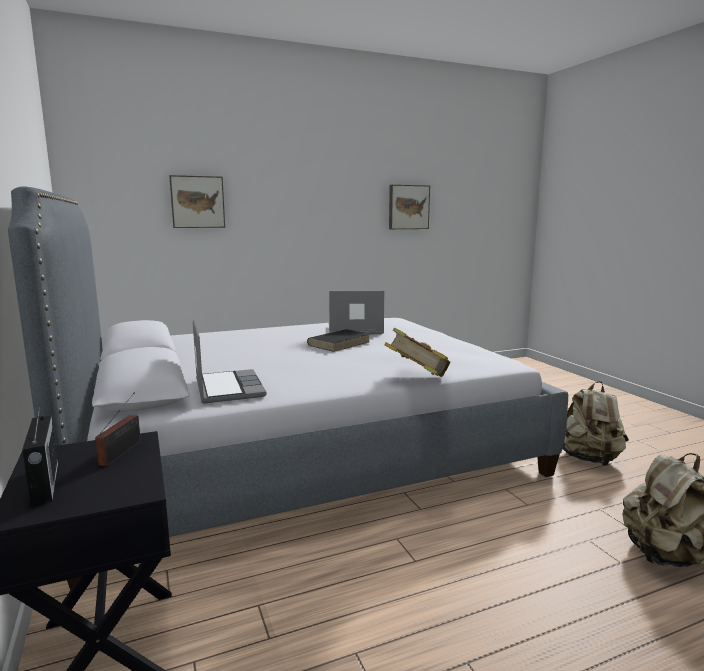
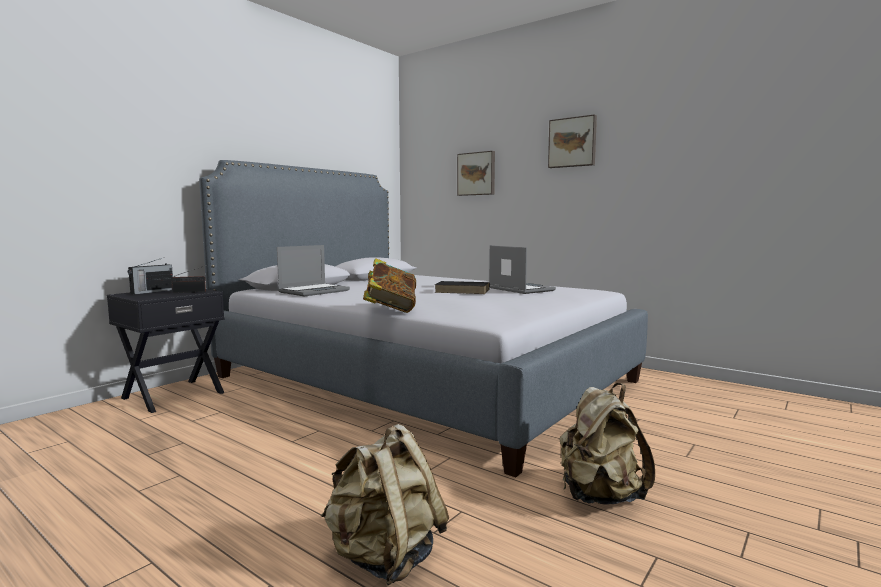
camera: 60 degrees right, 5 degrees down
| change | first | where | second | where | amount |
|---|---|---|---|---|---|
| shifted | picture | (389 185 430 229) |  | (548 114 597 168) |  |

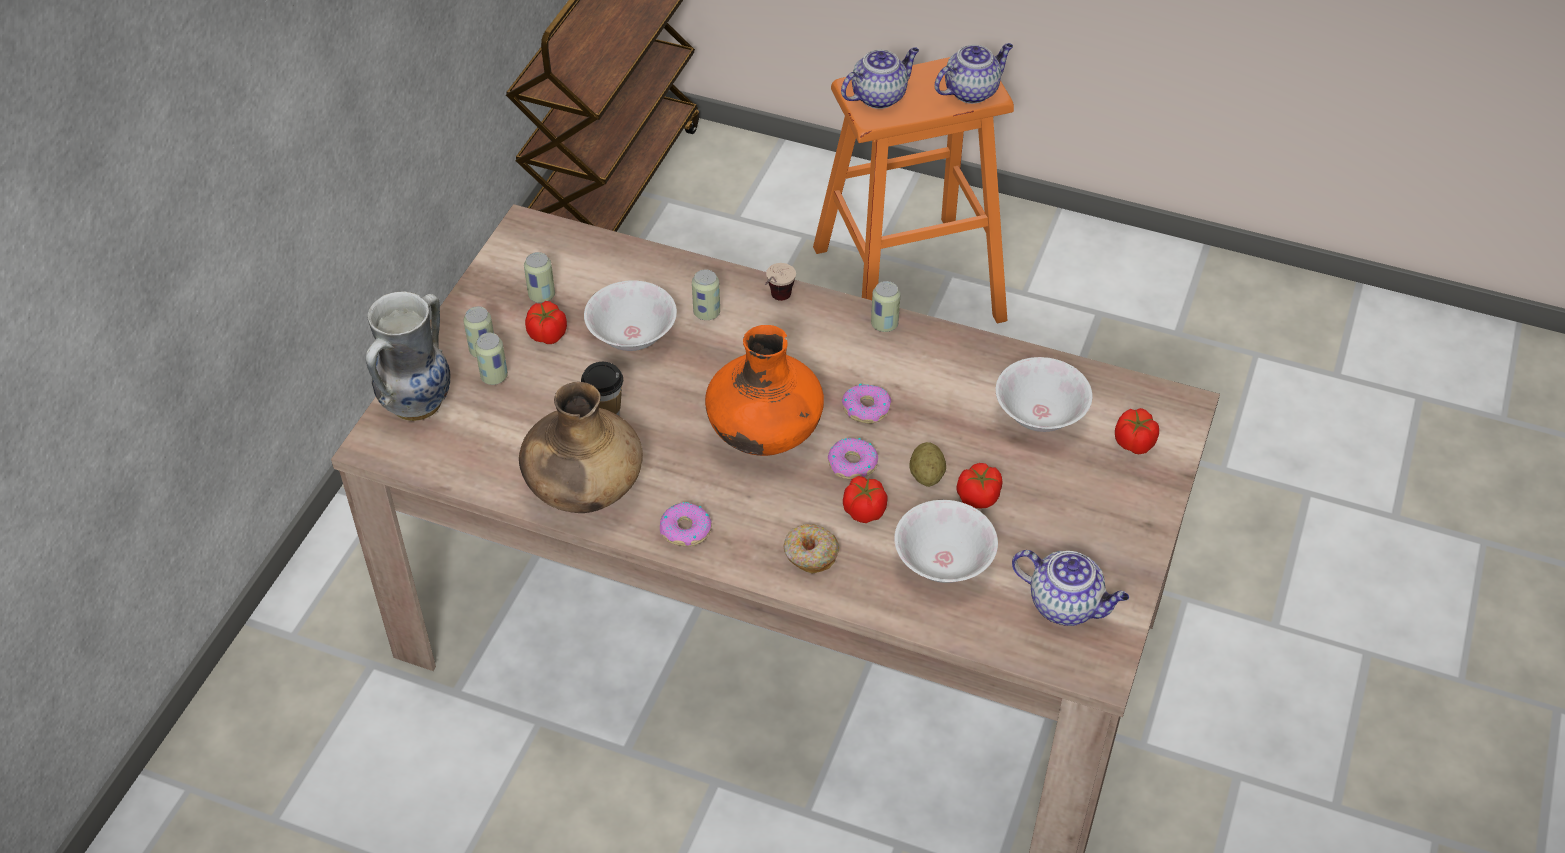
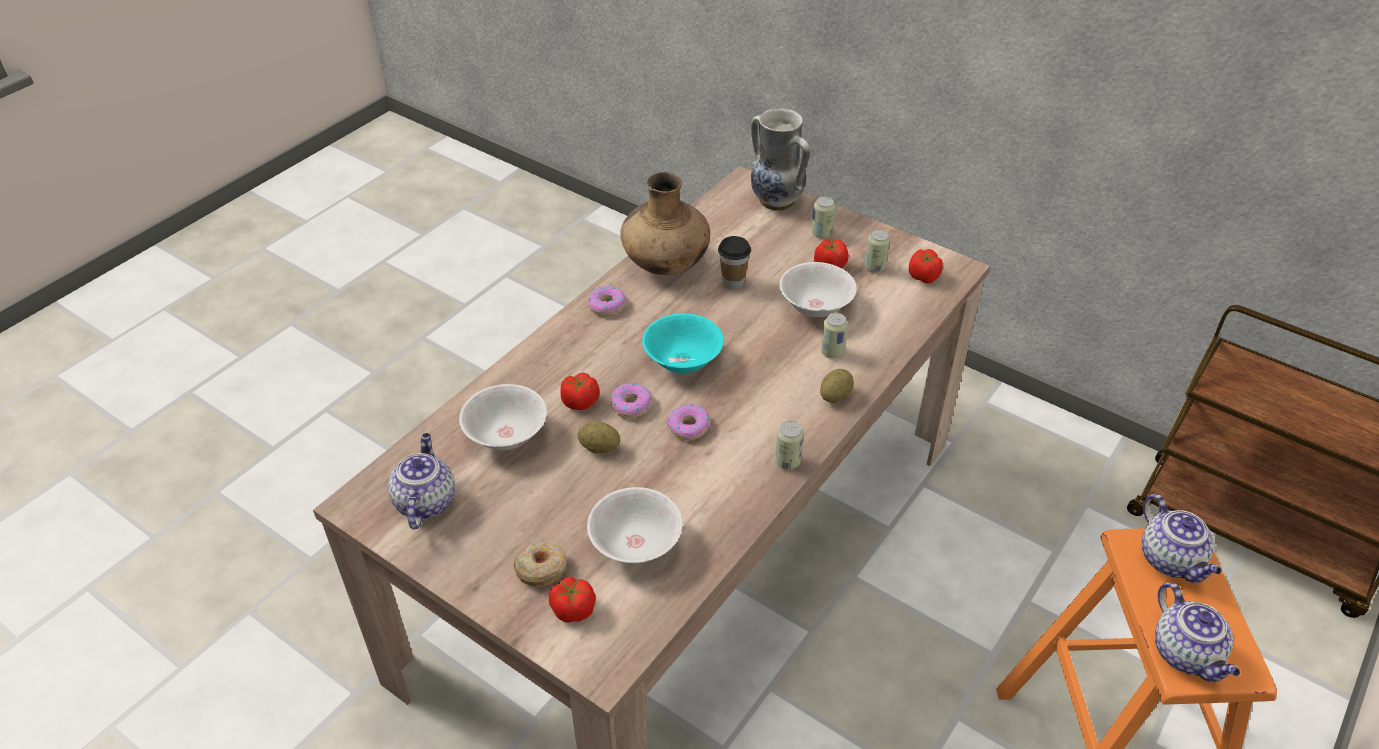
camera: 105 degrees right, 5 degrees down
| change | first | where | second | where | amount |
|---|---|---|---|---|---|
| gone | can | (475 333 508 385) |  |  |  |
| swapped | vase/orange | (705 325 824 456) | bowl/turquoise | (642 313 724 373) |  |
| swapped | cup | (765 263 796 301) | potato | (820 369 854 403) |  |
| shifted | donut | (784 524 839 574) |  | (514 542 567 587) |  |
| shifted | tomato | (957 463 1002 508) |  | (909 249 943 283) |  |
| rotated | teapot | (1012 550 1129 626) |  | (388 433 455 530) | 135 degrees clockwise |

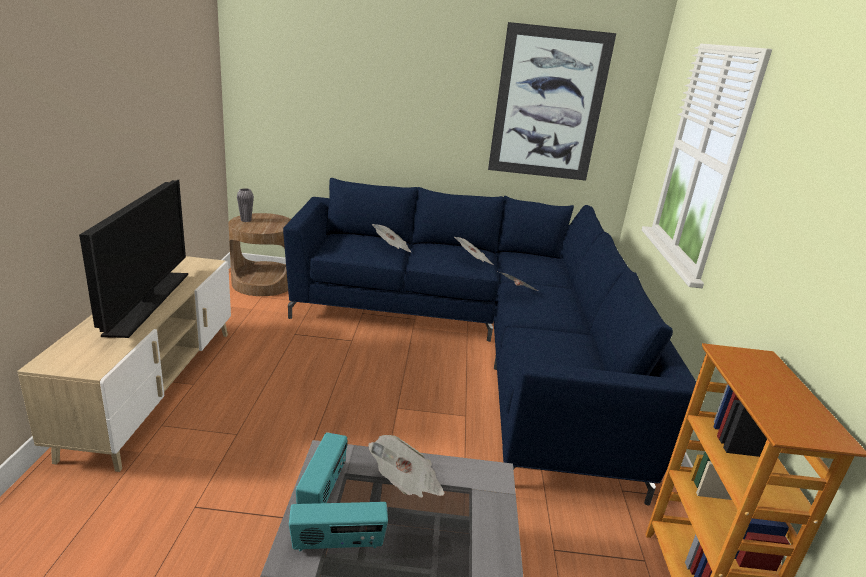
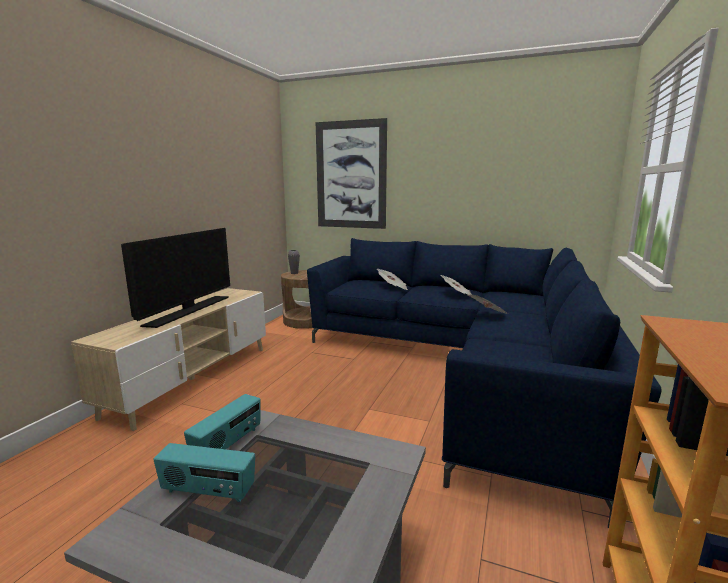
camera: 20 degrees right, 10 degrees down
| change | first | where | second | where | amount |
|---|---|---|---|---|---|
| gone | newspaper | (369 435 444 498) |  |  |  |
| shifted | picture | (488 22 616 181) |  | (316 118 387 229) |  |

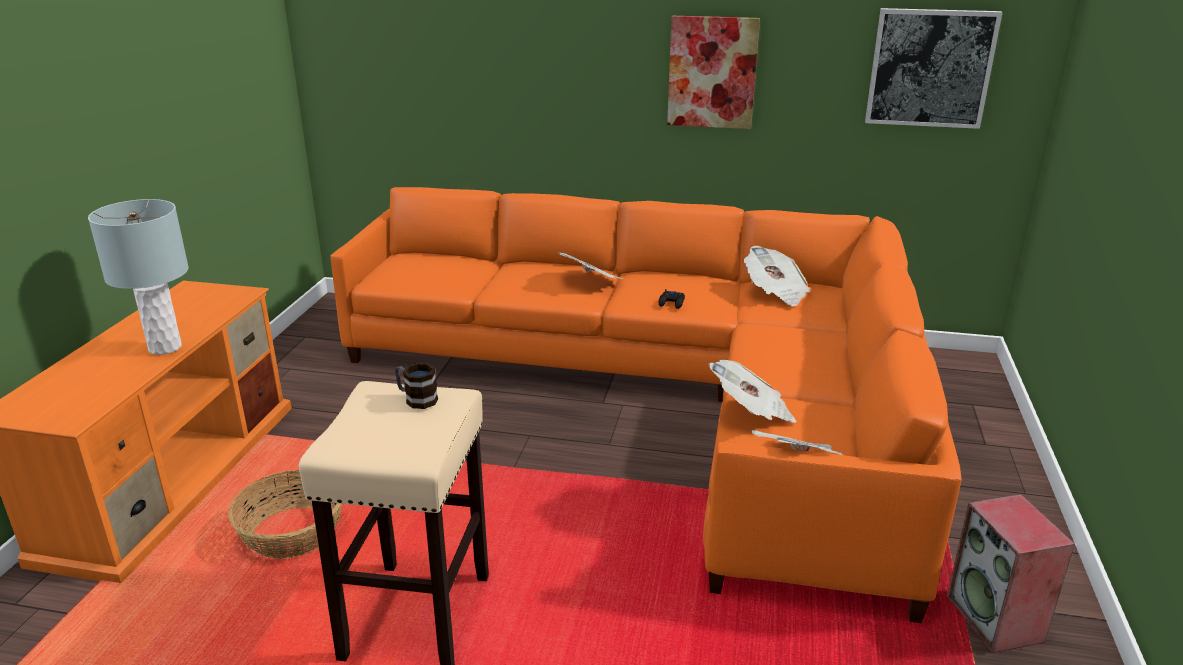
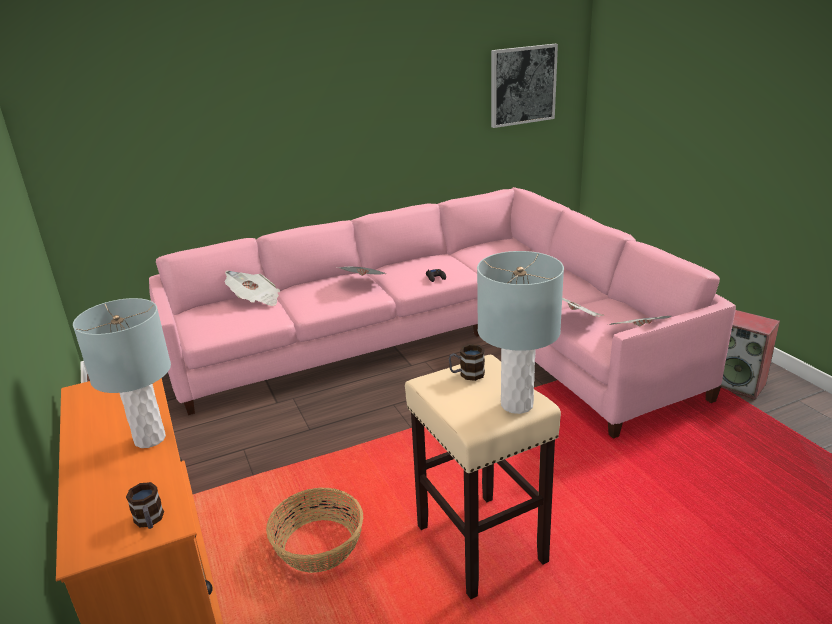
camera: 35 degrees left, 0 degrees up
| change | first | where | second | where | amount |
|---|---|---|---|---|---|
| repainted | sofa/orange | (330 187 962 623) | sofa/pink | (149 187 736 439) |  |
| gone | picture | (667 16 760 129) |  |  |  |
| shifted | newspaper | (744 246 811 307) |  | (225 271 280 306) |  |
| new |  |  | mug | (126 482 164 529) |  |
| new |  |  | table lamp/grey | (477 251 564 414) |  |

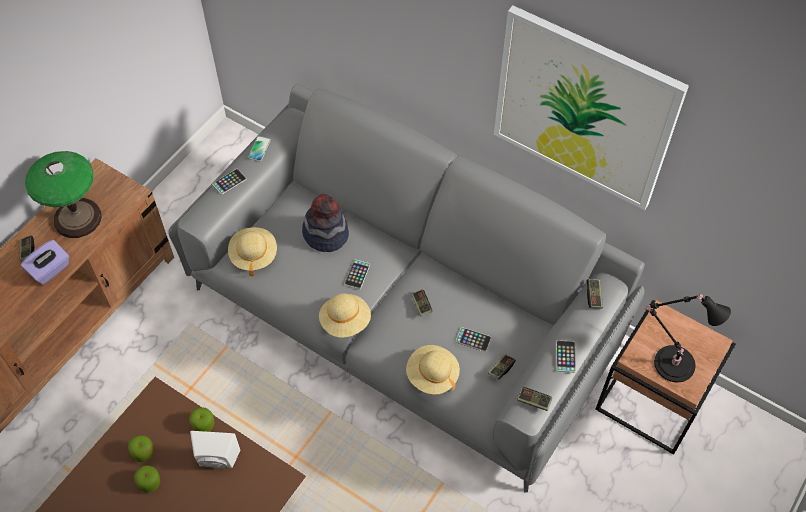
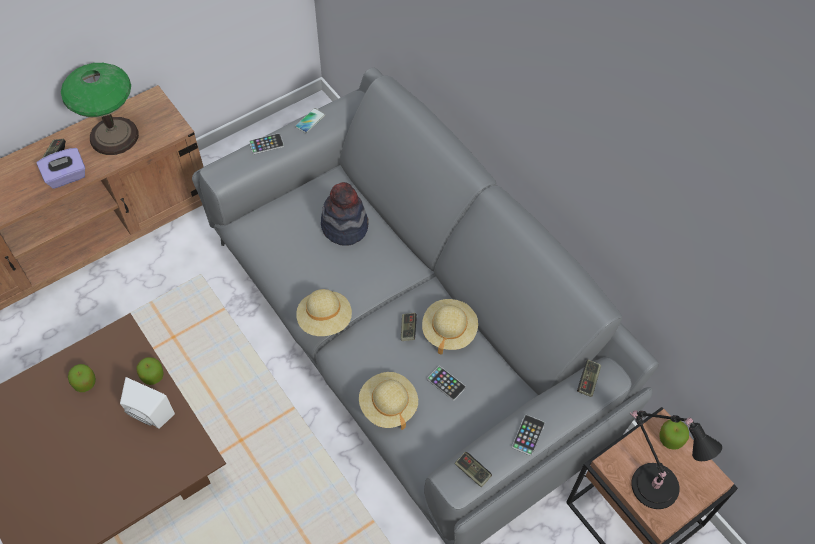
camera: 20 degrees right, 0 degrees up
| change | first | where | second | where | amount |
|---|---|---|---|---|---|
| shifted | apple | (134 465 160 493) |  | (659 419 689 450) |  |
| shifted | hat/beige | (228 227 277 276) |  | (422 299 478 355) |  |
| gone | phone | (344 259 370 289) |  |  |  |
| gone | game controller | (488 354 516 380) |  |  |  |
| gone | picture | (494 6 689 210) |  |  |  |

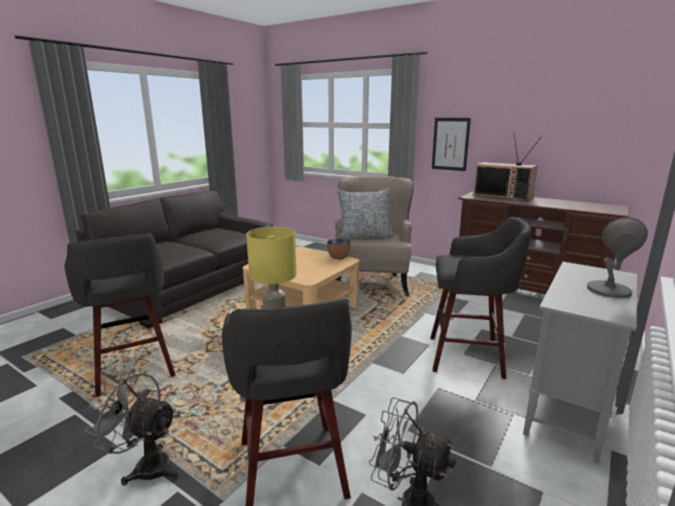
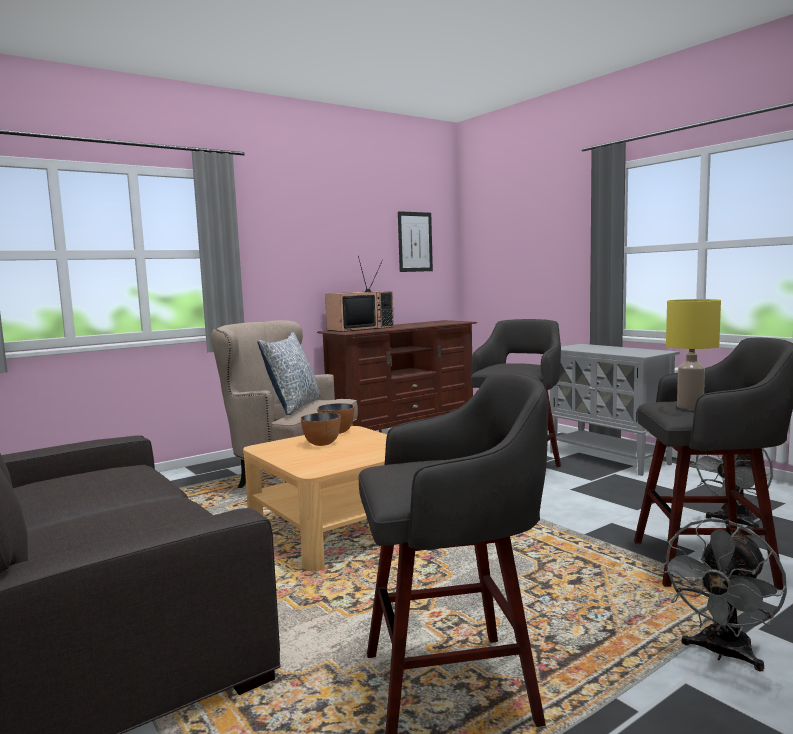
camera: 70 degrees left, 10 degrees down
| change | first | where | second | where | amount |
|---|---|---|---|---|---|
| shifted | picture | (432 118 471 171) |  | (398 211 433 272) |  |
| gone | table lamp/grey | (587 217 648 298) |  |  |  |
| new |  |  | bowl | (301 413 341 446) |  |

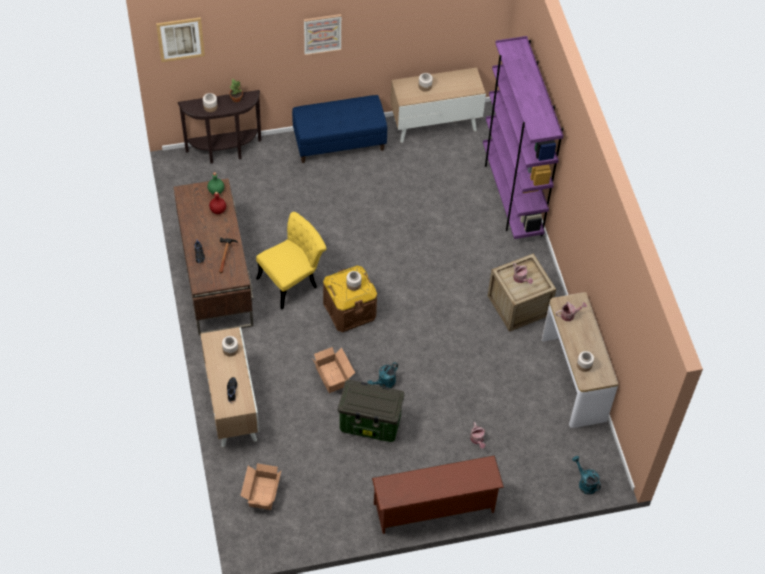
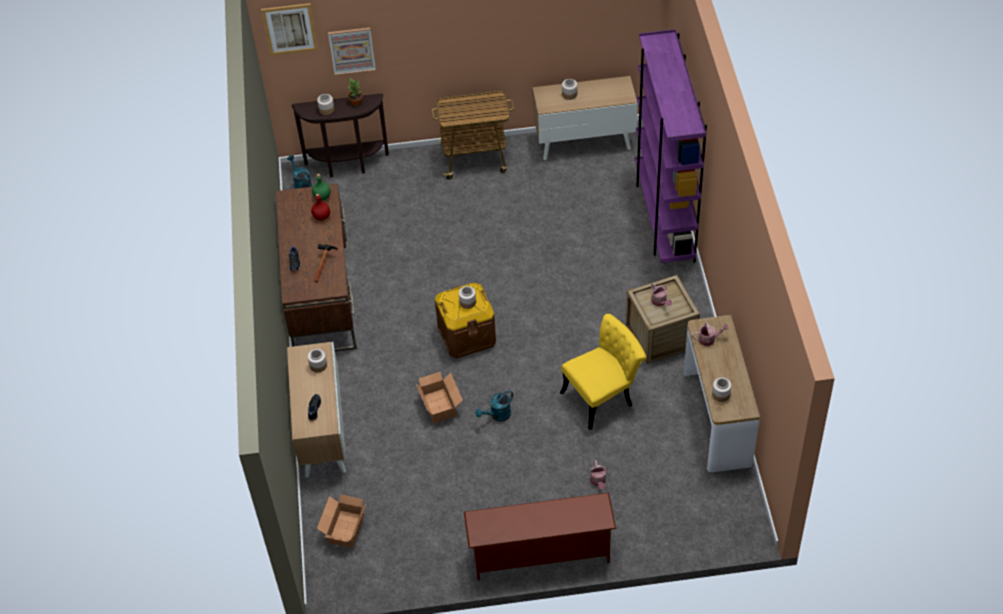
camera: 10 degrees right, 5 degrees down
| change | first | where | second | where | amount |
|---|---|---|---|---|---|
| shifted | chair/yellow | (256 212 327 309) |  | (560 314 646 430) |  |
| swapped | bench/blue | (292 95 387 163) | cart | (432 91 514 179) |  |
| shifted | picture | (304 14 342 56) |  | (328 27 376 75) |  |
| gone | storage box | (338 380 405 442) |  |  |  |
| shifted | watering can/turquoise | (572 456 601 495) |  | (287 155 312 189) |  |

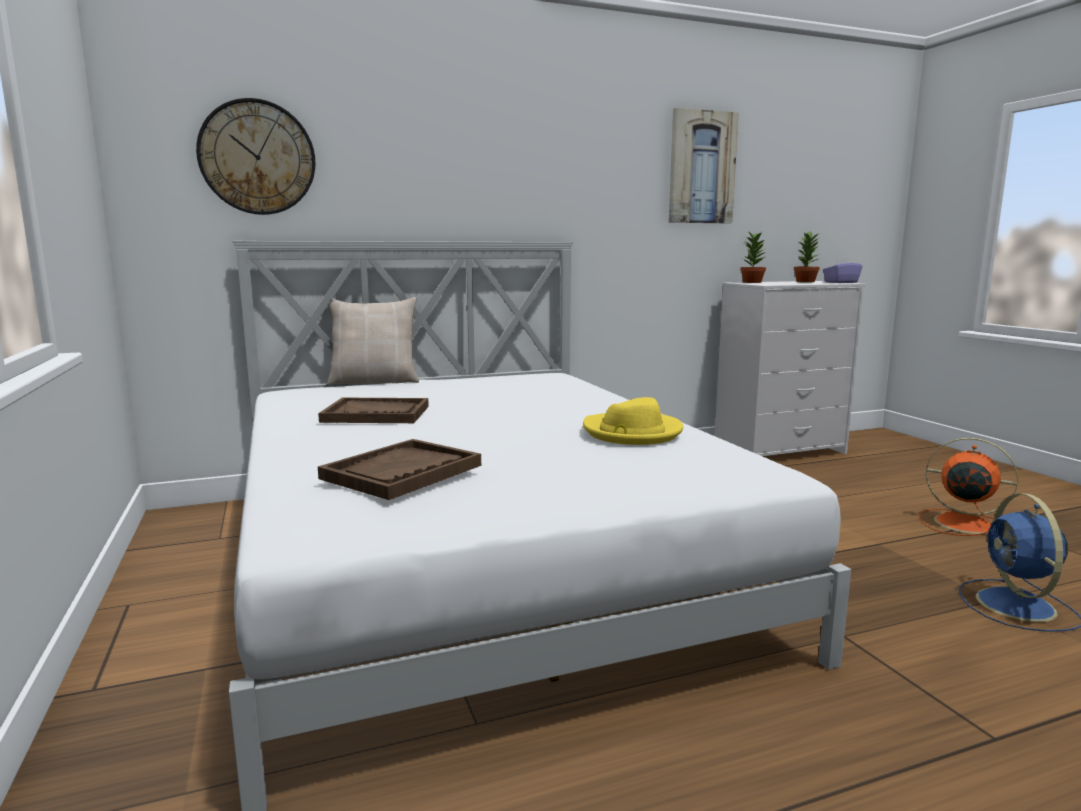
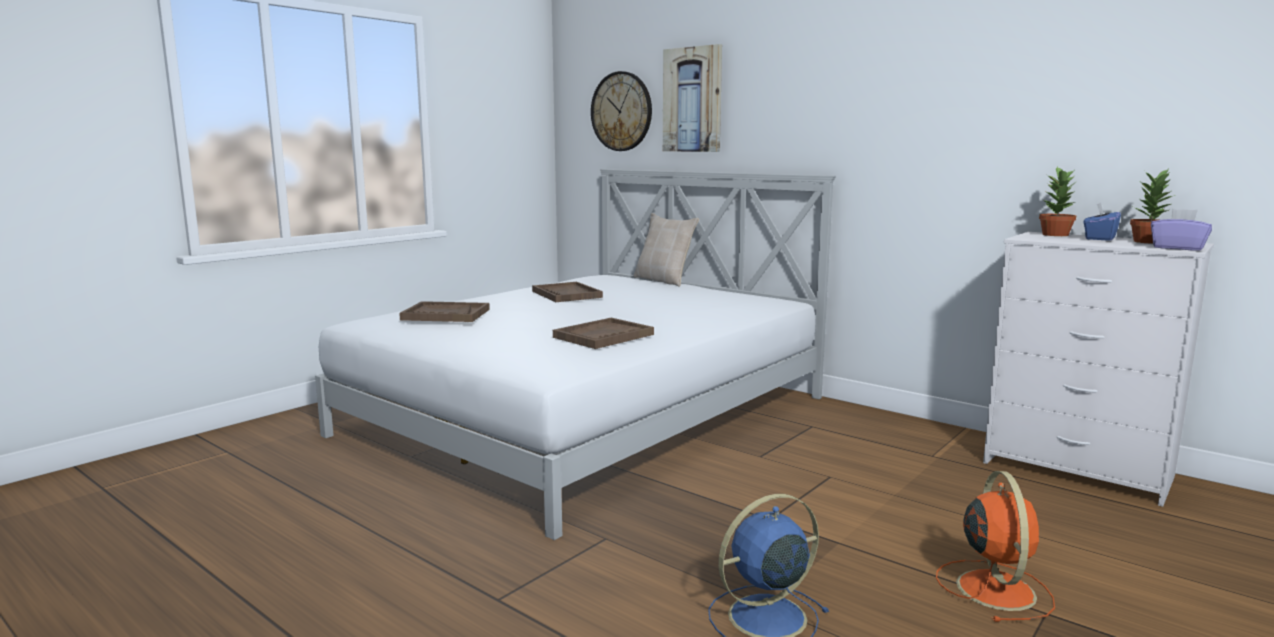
camera: 60 degrees right, 0 degrees up
| change | first | where | second | where | amount |
|---|---|---|---|---|---|
| swapped | hat/yellow | (583 397 683 445) | tray/brown | (553 318 654 349) |  |
| shifted | picture | (669 108 739 224) |  | (663 44 722 152) |  |
| new |  |  | tissue box/blue | (1084 203 1121 241) |  |

